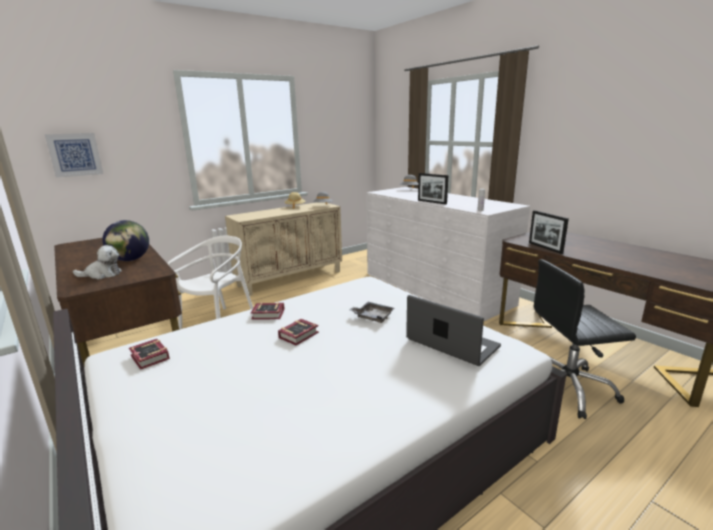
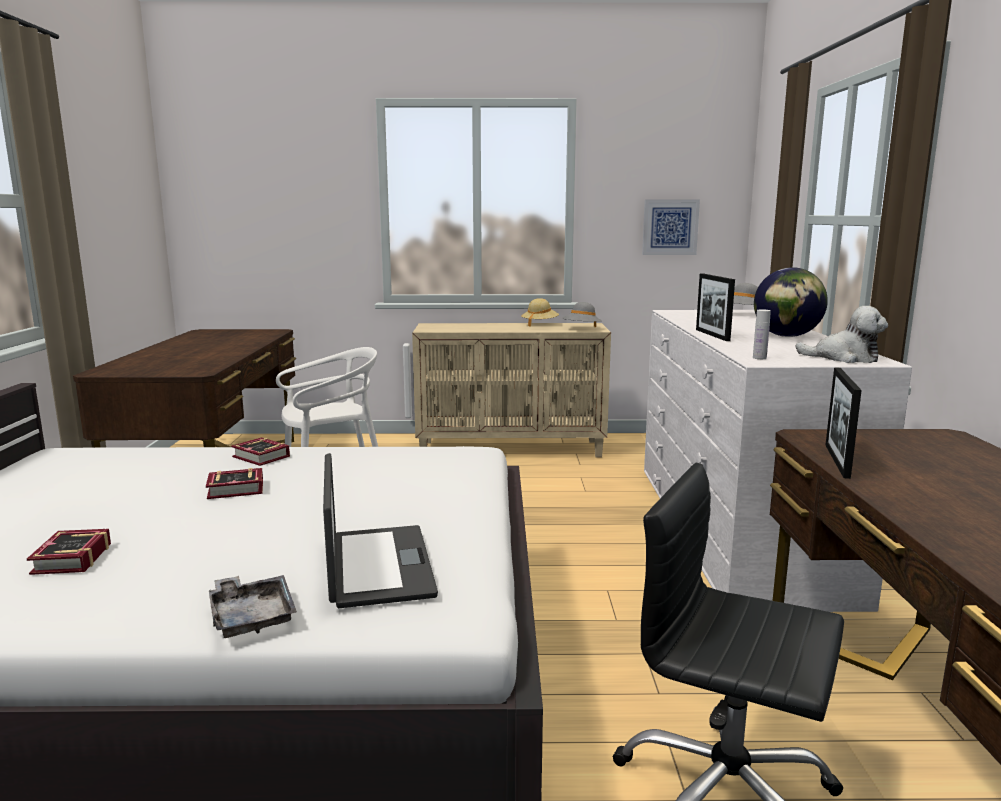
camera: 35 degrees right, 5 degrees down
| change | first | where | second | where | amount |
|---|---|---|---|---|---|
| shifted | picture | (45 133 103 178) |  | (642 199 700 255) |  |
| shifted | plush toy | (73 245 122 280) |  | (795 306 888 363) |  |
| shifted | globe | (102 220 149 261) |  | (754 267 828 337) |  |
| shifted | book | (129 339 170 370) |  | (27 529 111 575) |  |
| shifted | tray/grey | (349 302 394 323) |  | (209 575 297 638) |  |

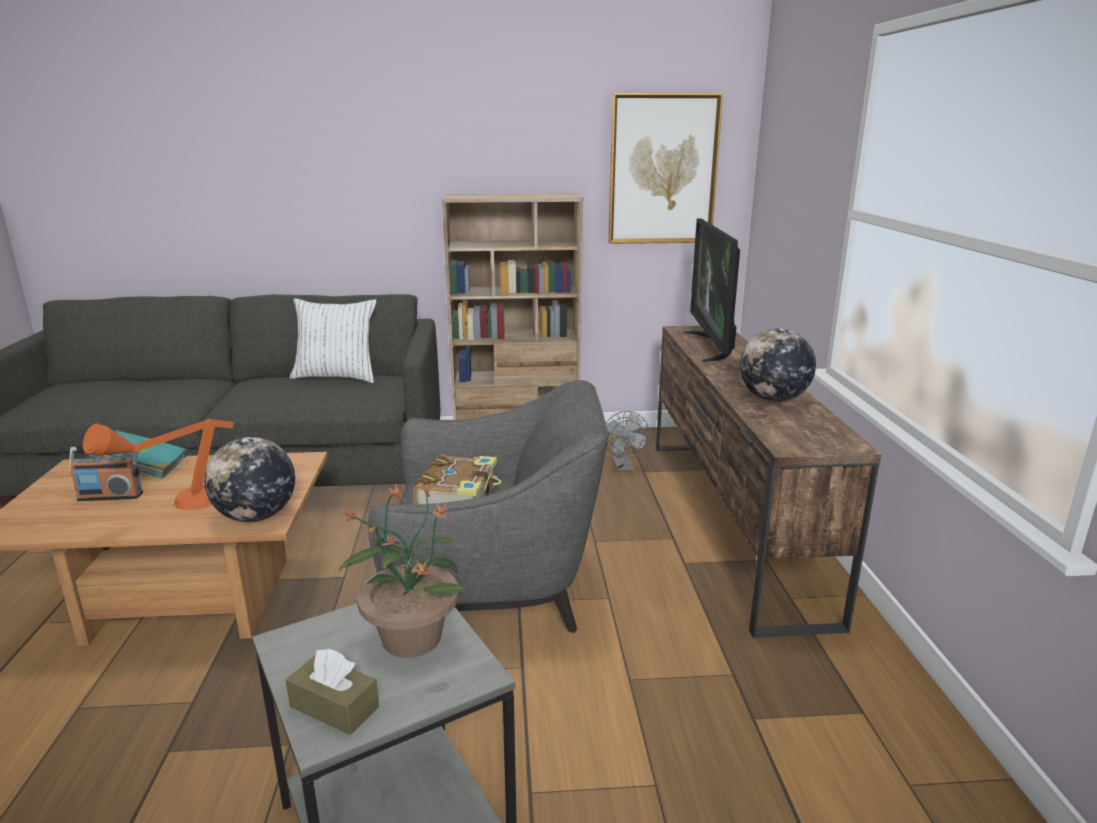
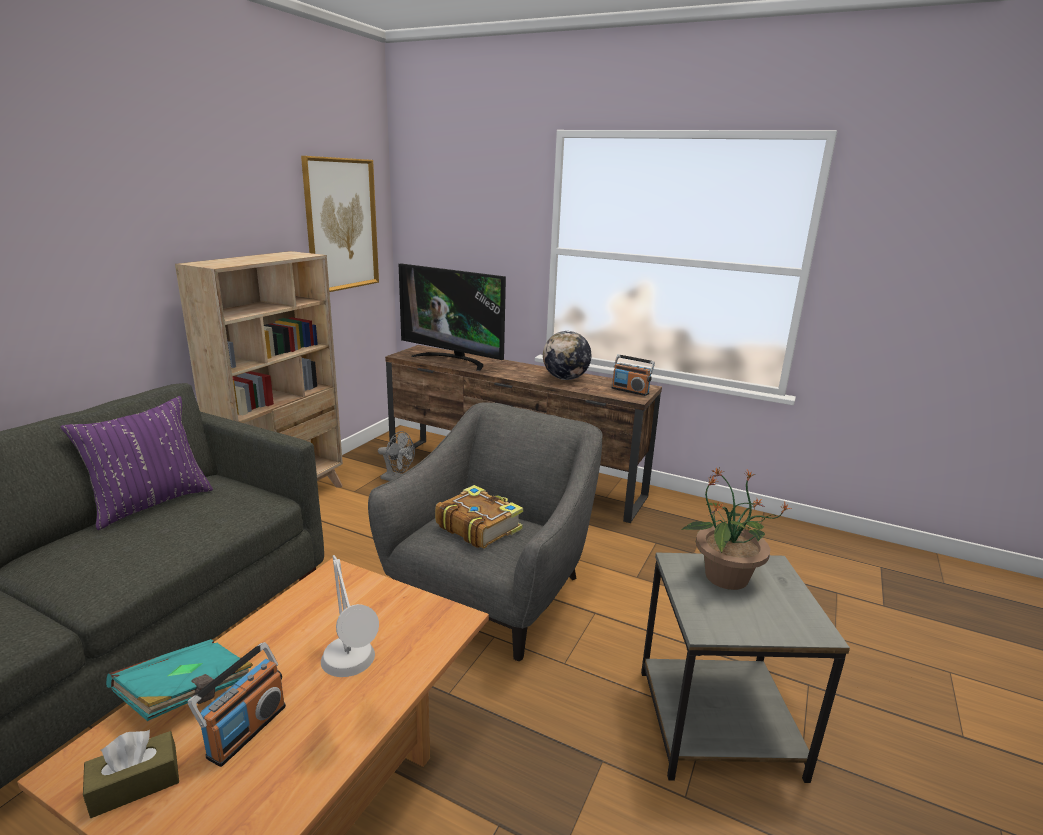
camera: 60 degrees left, 0 degrees up
| change | first | where | second | where | amount |
|---|---|---|---|---|---|
| repainted | table lamp/orange | (83 419 234 510) | table lamp/grey | (321 555 379 677) |  |
| gone | globe | (204 437 295 522) |  |  |  |
| shifted | tissue box/brown | (286 649 379 735) |  | (83 730 179 818) |  |
| repainted | pillow/white | (290 298 377 383) | pillow/purple | (61 396 213 530) |  |
| new |  |  | radio | (612 354 655 396) |  |

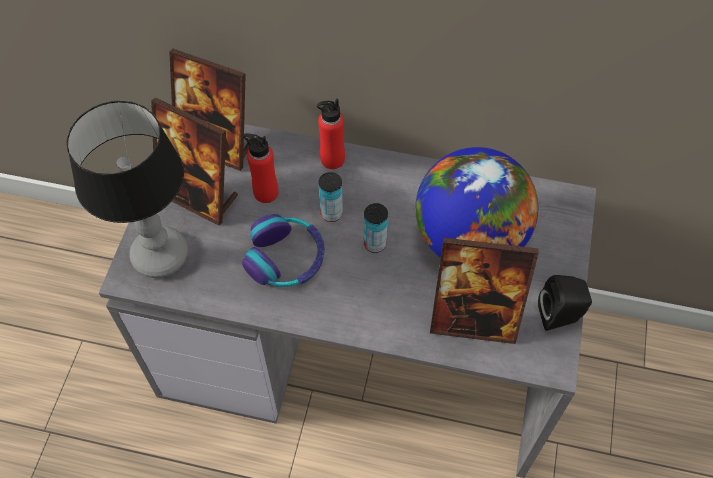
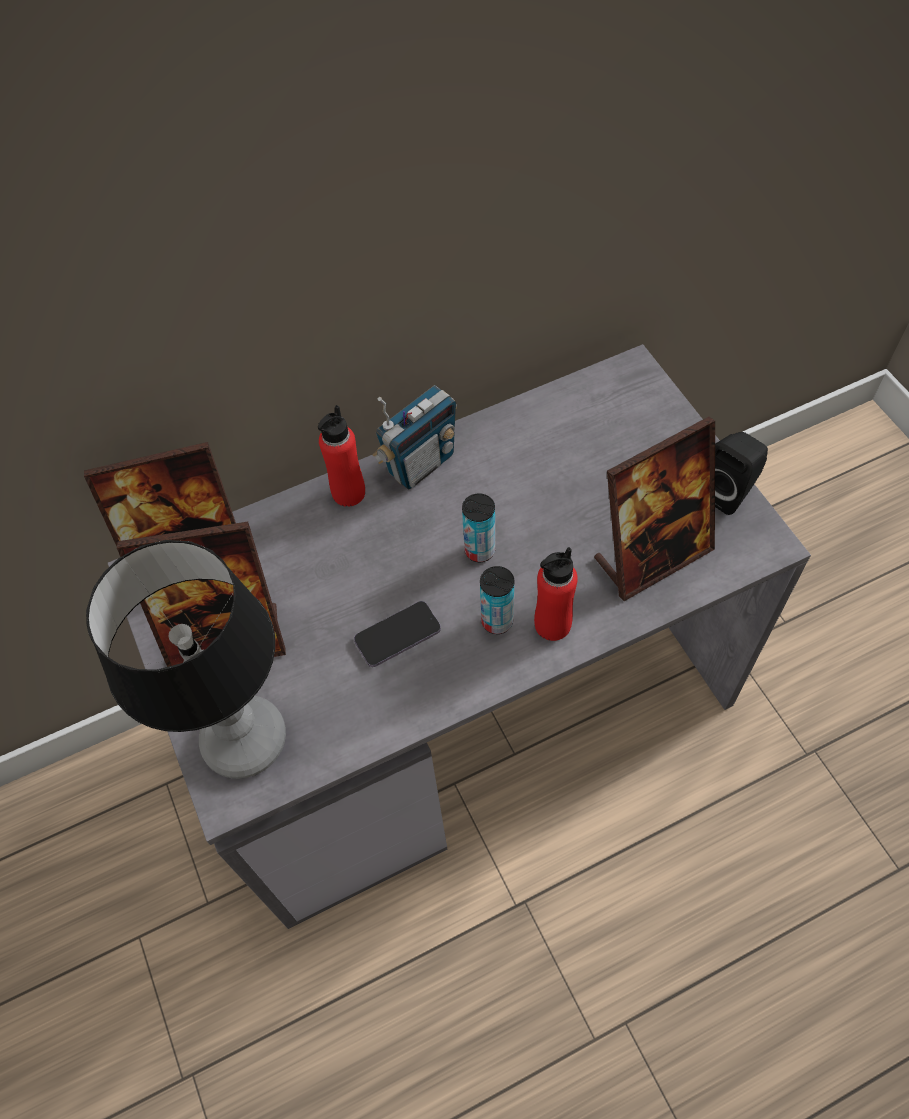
camera: 35 degrees left, 0 degrees up
| change | first | where | second | where | amount |
|---|---|---|---|---|---|
| swapped | headphones | (242 214 325 287) | phone | (354 601 441 667) |  |
| shifted | bottle/red | (243 133 278 203) |  | (534 547 578 641) |  |
| shifted | can | (318 172 343 222) |  | (480 566 514 634) |  |
| gone | globe | (415 147 538 258) |  |  |  |
| new |  |  | radio | (372 385 457 489) |  |

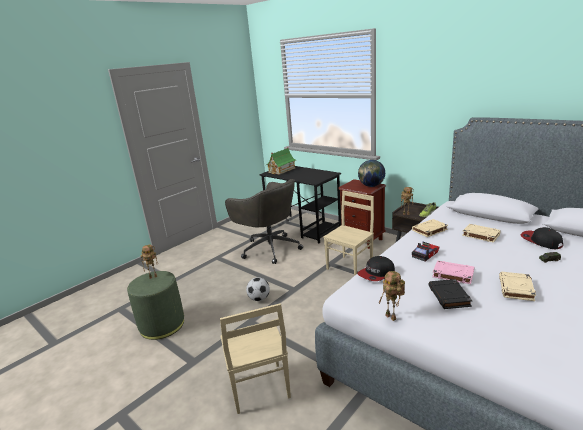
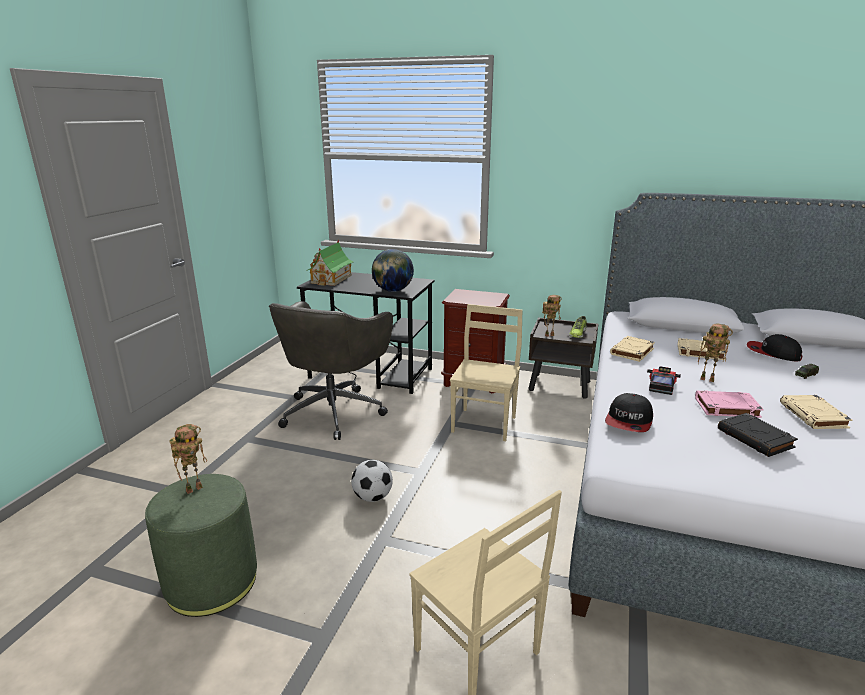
camera: 25 degrees left, 0 degrees up
| change | first | where | second | where | amount |
|---|---|---|---|---|---|
| rotated | office chair/grey | (225 179 303 264) |  | (269 301 393 440) | 90 degrees clockwise |
| shifted | globe | (358 160 385 187) |  | (372 249 414 292) |  |
| shifted | toy robot | (379 271 405 321) |  | (698 324 733 382) |  |

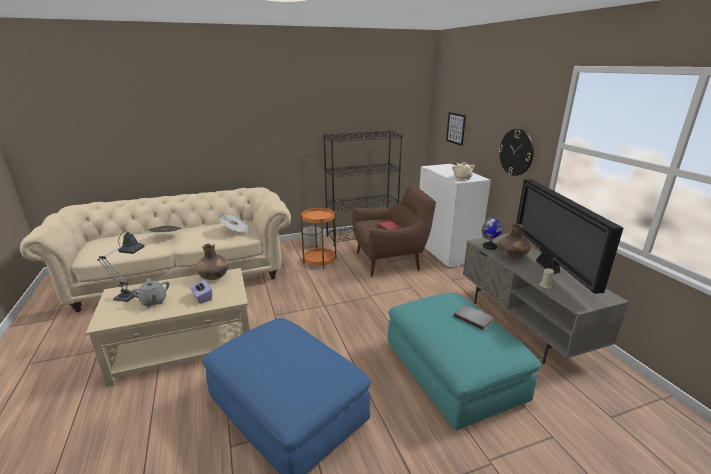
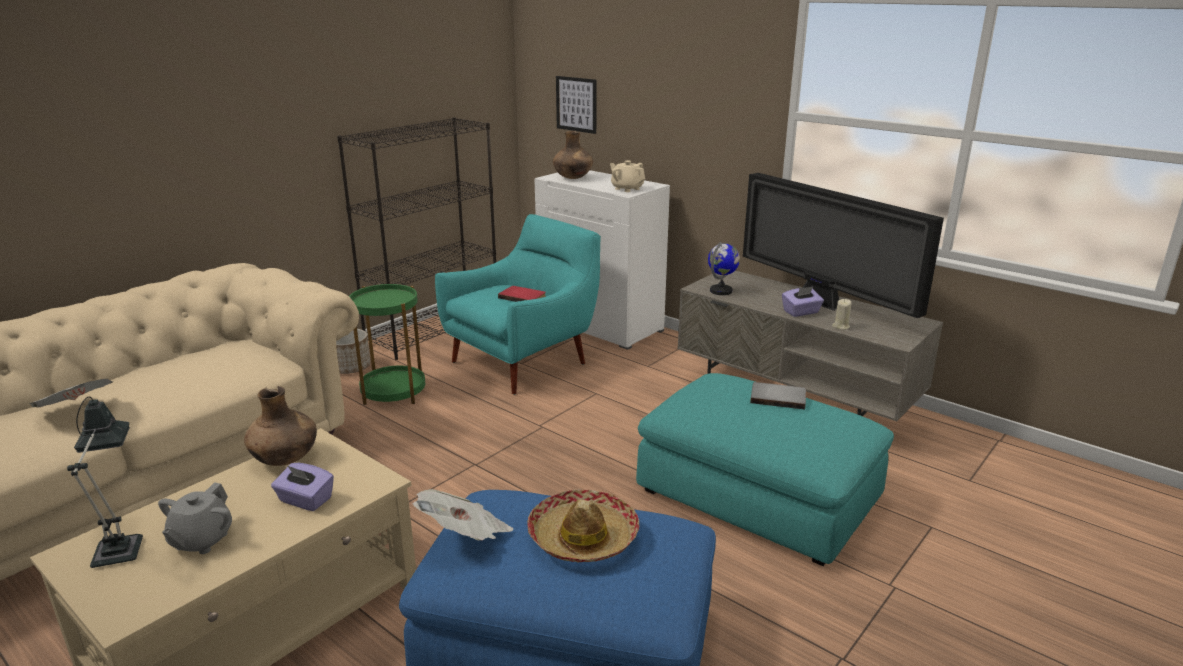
camera: 30 degrees left, 0 degrees up
| change | first | where | second | where | amount |
|---|---|---|---|---|---|
| rotated | teapot/grey | (131 278 170 308) |  | (158 482 232 554) | 75 degrees clockwise |
| shifted | newspaper | (218 215 251 234) |  | (412 489 513 541) |  |
| repainted | side table/orange | (300 207 336 269) | side table/green | (349 284 425 405) |  |
| repainted | armchair/brown | (352 185 436 277) | armchair/turquoise | (435 214 601 395) |  |
| shifted | vase/brown | (498 224 531 259) |  | (553 131 593 179) |  |
| gone | wall clock | (499 129 534 176) |  |  |  |
| new |  |  | hat | (527 489 640 562) |  |
| new |  |  | tissue box/purple | (782 286 824 317) |  |

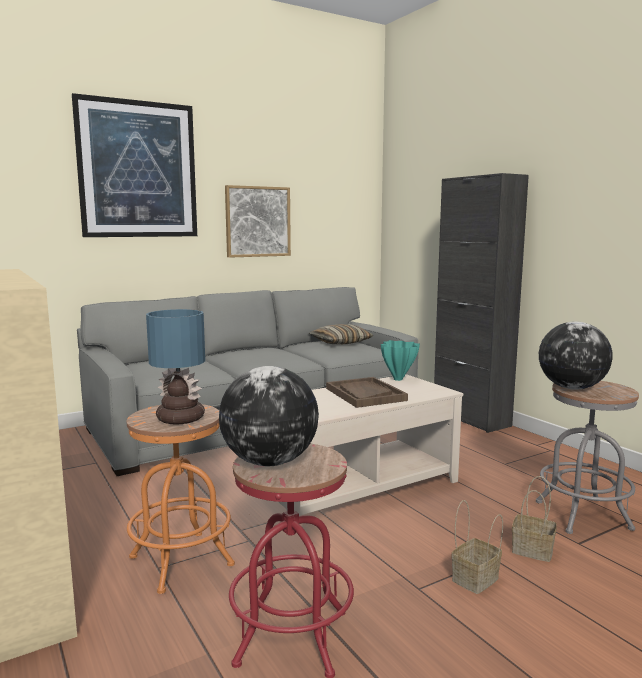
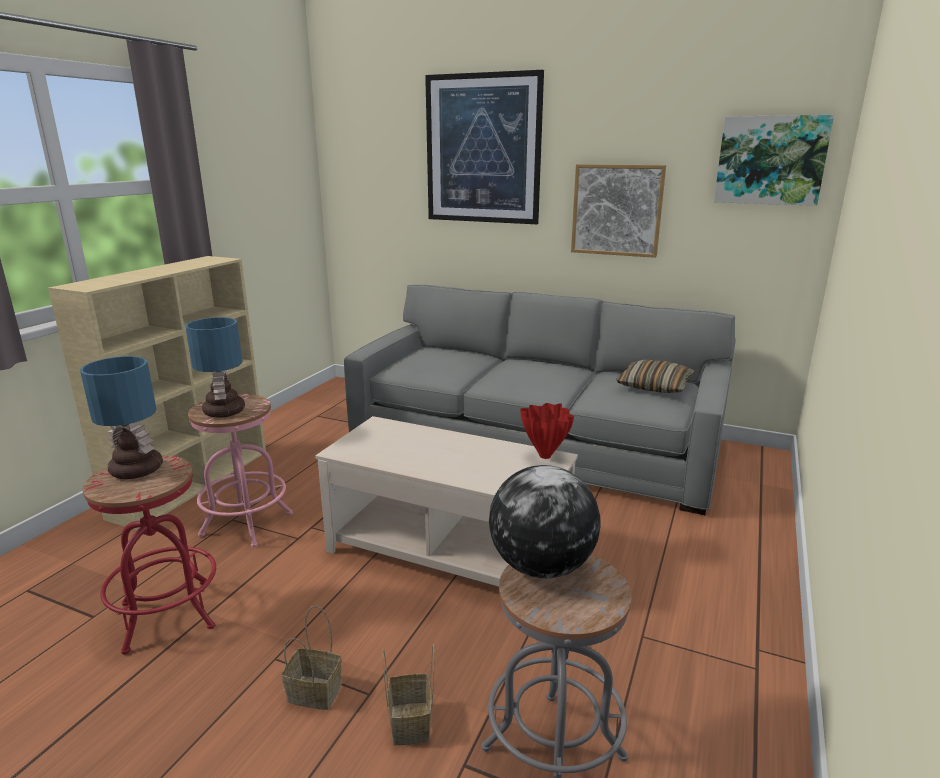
camera: 55 degrees right, 10 degrees up
| change | first | where | second | where | amount |
|---|---|---|---|---|---|
| repainted | stool/orange | (126 404 235 594) | stool/pink | (188 394 293 548) |  |
| swapped | globe | (219 366 319 466) | table lamp | (80 356 163 479) |  |
| gone | tray/brown | (326 377 408 408) |  |  |  |
| repainted | vase/turquoise | (381 340 420 381) | vase/red | (520 403 574 459) |  |
| gone | cabinet/black | (434 173 529 433) |  |  |  |
| new |  |  | picture | (714 115 834 206) |  |

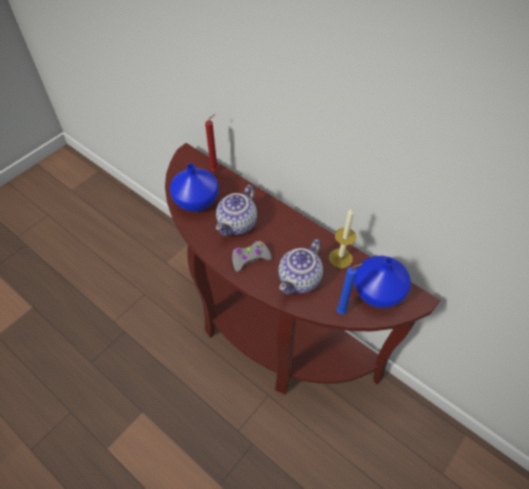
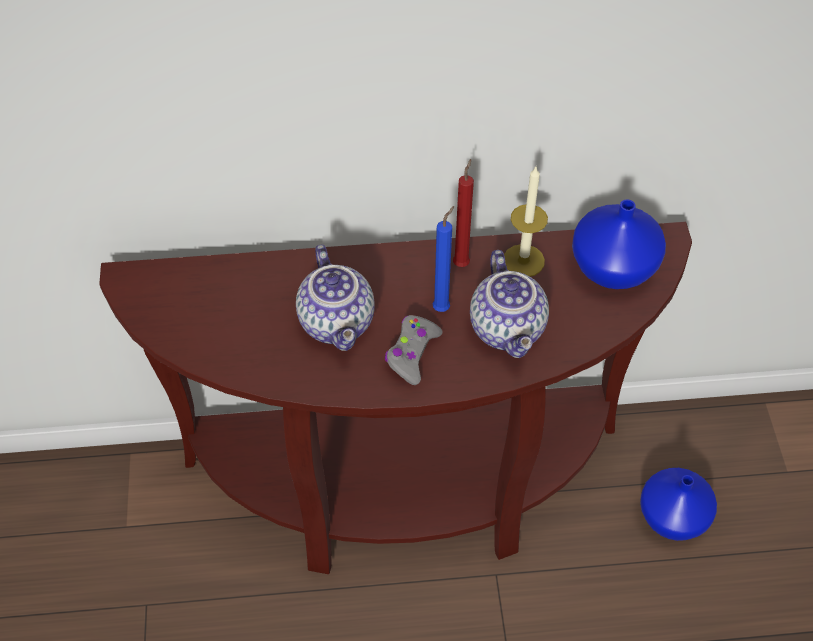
camera: 45 degrees left, 0 degrees up
| change | first | where | second | where | amount |
|---|---|---|---|---|---|
| shifted | vase/blue | (170 164 218 212) |  | (640 468 717 541) |  |
| shifted | candle/red | (205 114 218 171) |  | (453 159 474 267) |  |
| shifted | candle/blue | (337 264 363 314) |  | (433 206 454 312) |  |

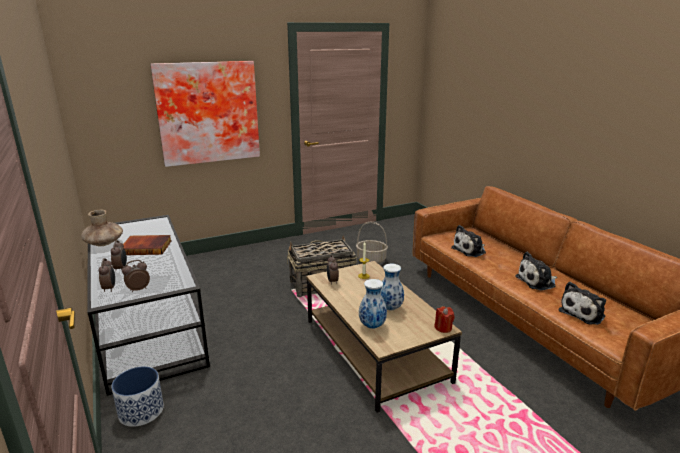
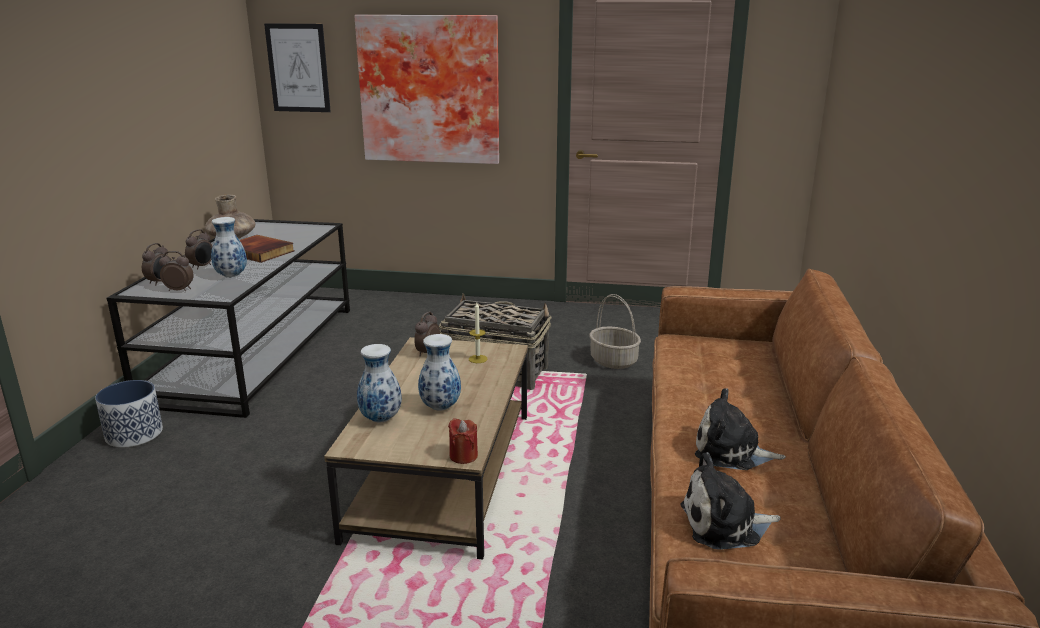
camera: 35 degrees right, 0 degrees up
| change | first | where | second | where | amount |
|---|---|---|---|---|---|
| gone | plush toy | (451 225 486 257) |  |  |  |
| new |  |  | vase | (211 217 247 278) |  |
| new |  |  | picture | (264 24 331 112) |  |

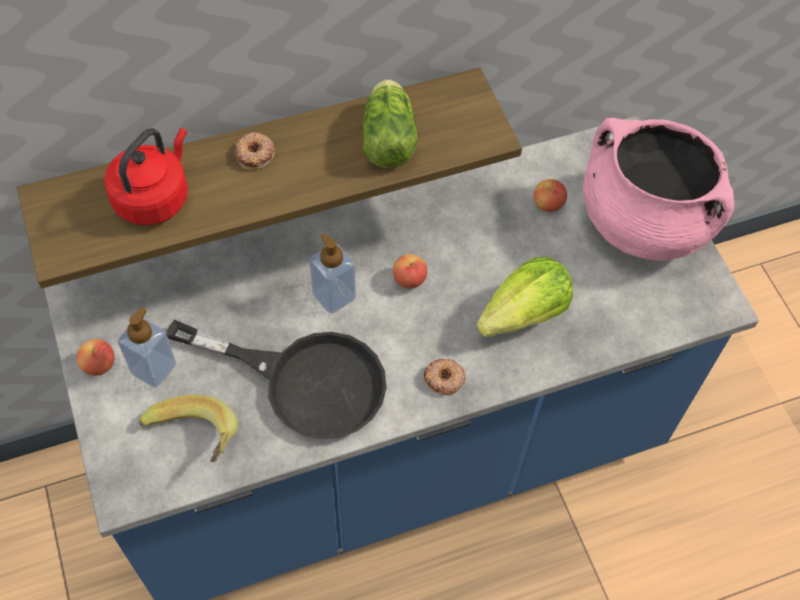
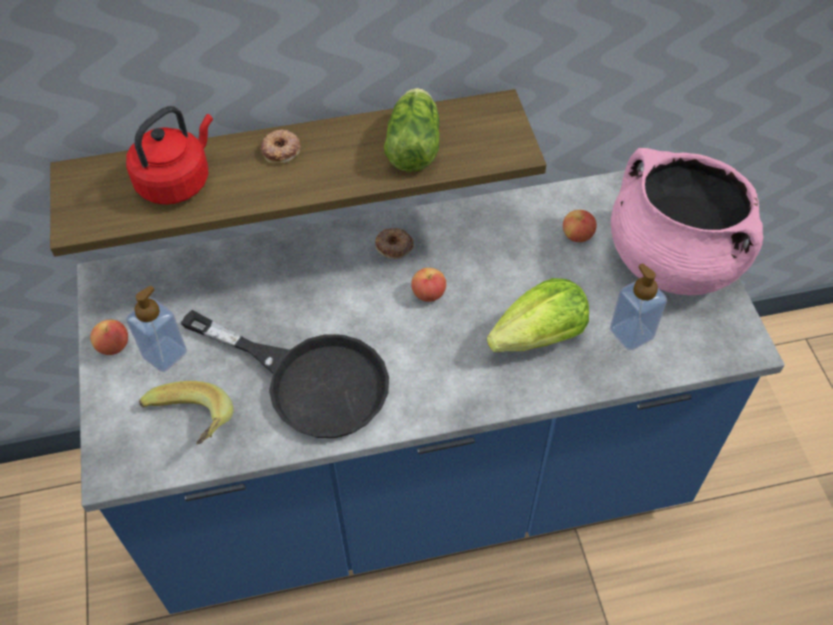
camera: 10 degrees right, 5 degrees down
| change | first | where | second | where | amount |
|---|---|---|---|---|---|
| shifted | soap dispenser | (309 233 356 314) |  | (610 263 667 350) |  |
| shifted | donut | (424 359 466 395) |  | (375 228 413 259) |  |

